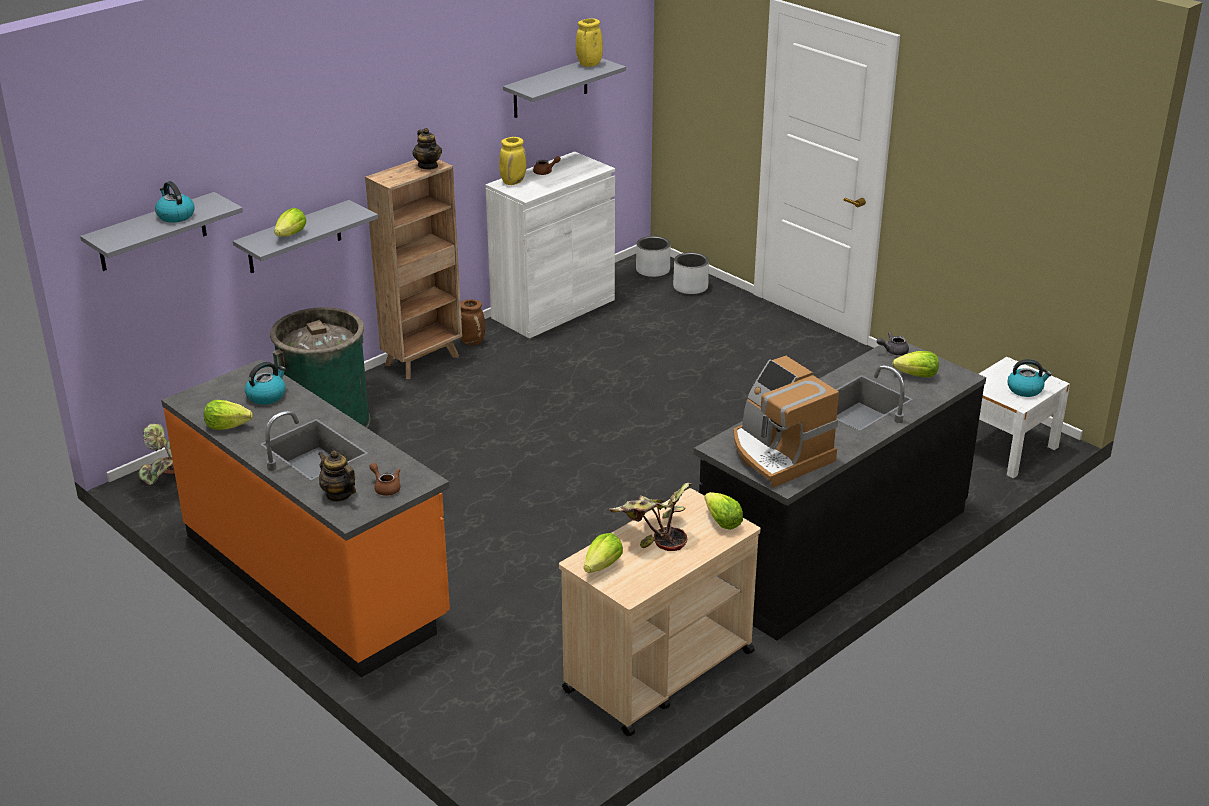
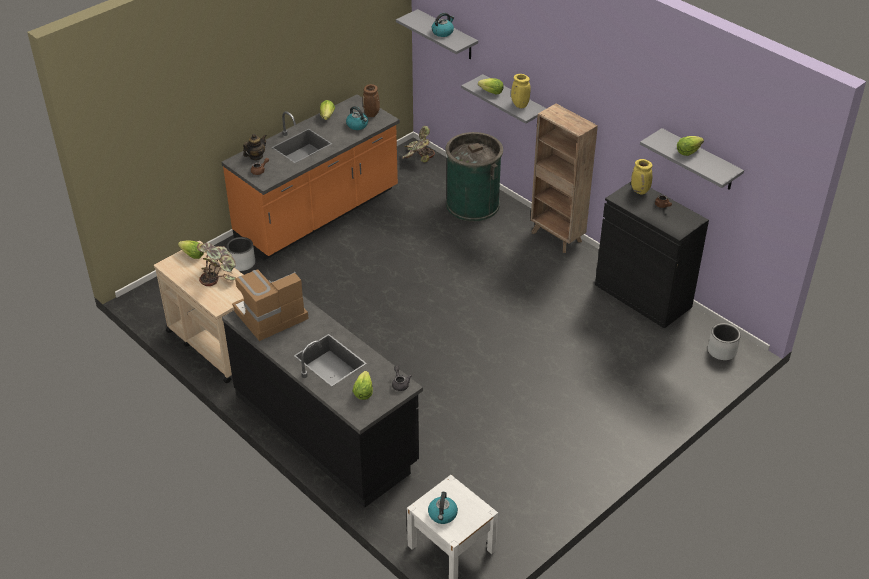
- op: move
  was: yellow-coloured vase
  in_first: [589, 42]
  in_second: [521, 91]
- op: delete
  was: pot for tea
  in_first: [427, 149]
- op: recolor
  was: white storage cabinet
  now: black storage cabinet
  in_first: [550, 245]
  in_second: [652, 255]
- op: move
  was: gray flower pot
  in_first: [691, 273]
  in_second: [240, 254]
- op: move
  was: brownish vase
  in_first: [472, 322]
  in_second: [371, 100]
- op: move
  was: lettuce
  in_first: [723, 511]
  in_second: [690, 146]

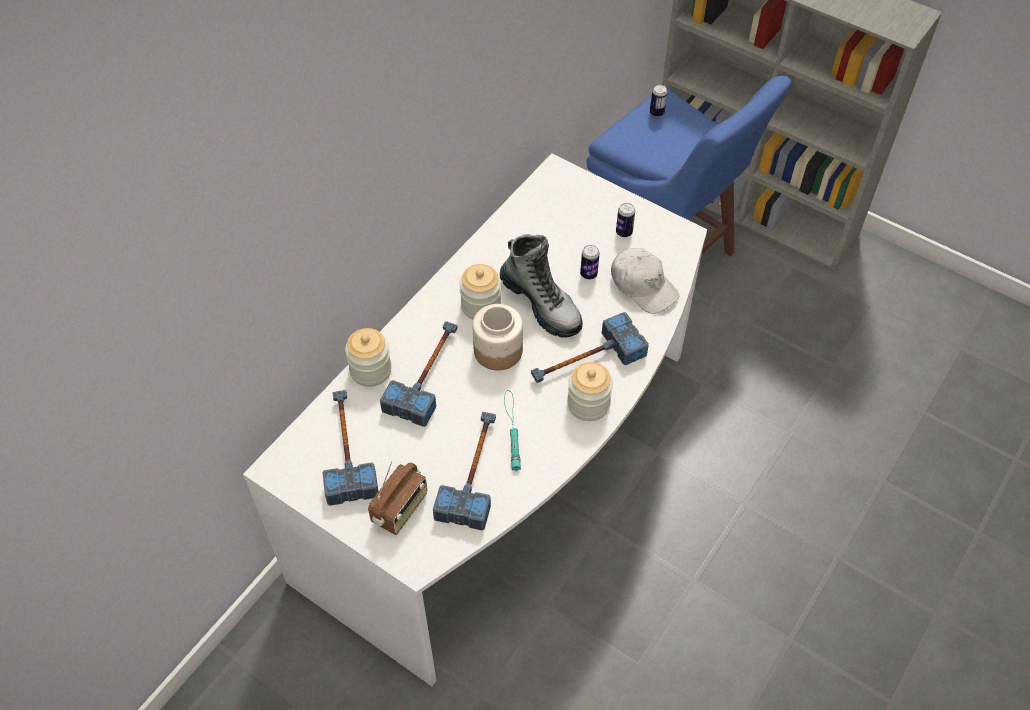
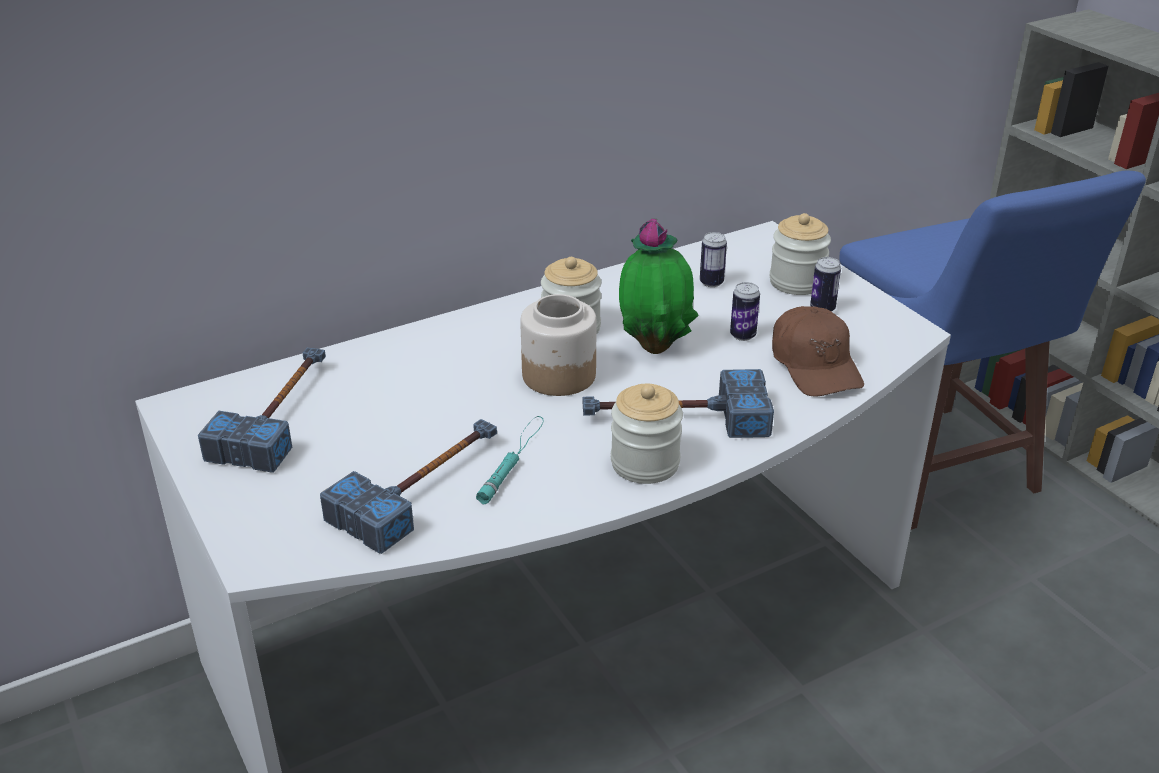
- op: move
  was: metal can
  in_first: [658, 100]
  in_second: [713, 259]
- op: replace
  was: tall boot
  now: houseplant
  in_first: [541, 286]
  in_second: [659, 286]
- op: recolor
  was: white baseball cap
  now: brownish baseball cap
  in_first: [645, 281]
  in_second: [818, 351]
- op: delete
  was: hand hammer
  in_first: [419, 374]
- op: move
  was: preserve jar
  in_first: [368, 357]
  in_second: [800, 254]
- op: delete
  was: radio set
  in_first: [397, 498]

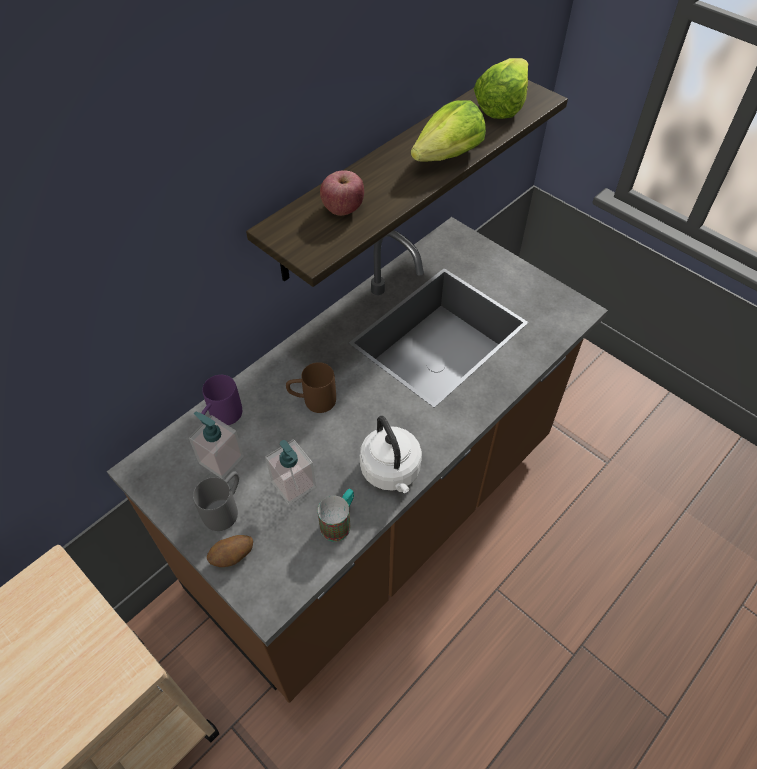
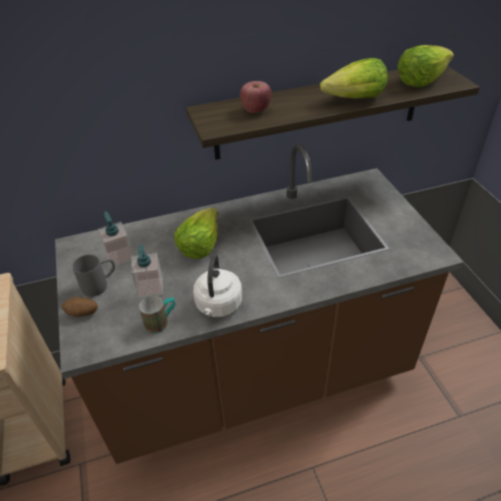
- op: replace
  was: brownish tea mug
  now: lettuce
  in_first: [311, 387]
  in_second: [196, 233]
- op: delete
  was: purple-coloured tea mug
  in_first: [221, 400]

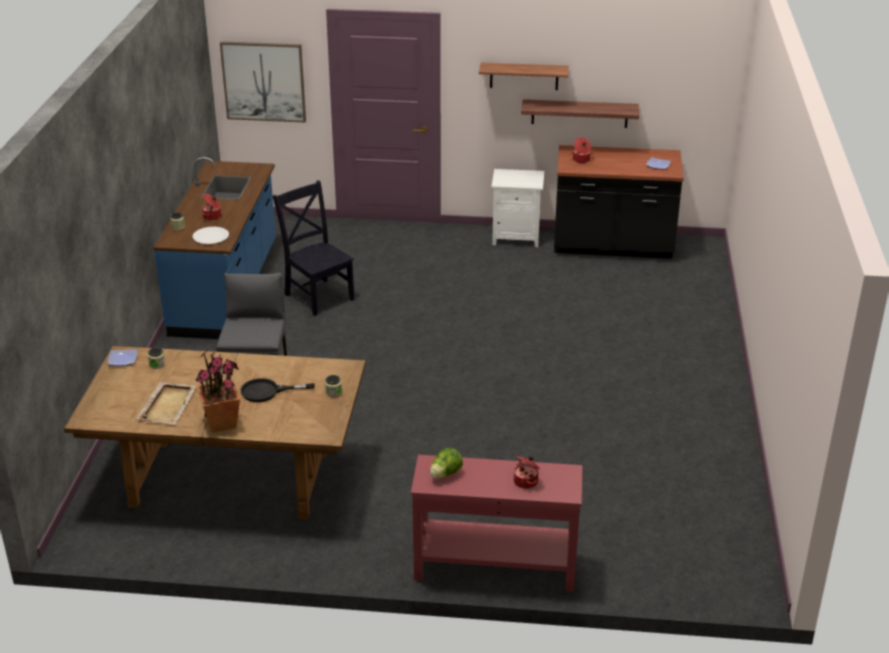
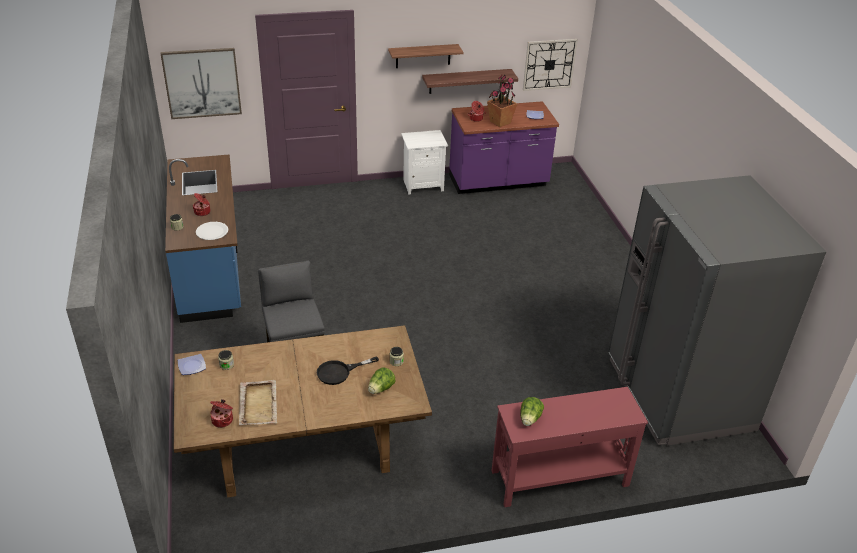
- op: recolor
  was: black counter
  now: purple-coloured counter
  in_first: [619, 202]
  in_second: [504, 147]
- op: delete
  was: black chair
  in_first: [314, 248]
- op: move
  was: houseplant
  in_first: [217, 391]
  in_second: [502, 101]
- op: move
  was: cooking pot
  in_first: [527, 472]
  in_second: [221, 413]
- op: insert
  now: hanging clock
  in_second: [550, 65]
- op: insert
  now: gray refrigerator
  in_second: [717, 310]
- op: insert
  now: lettuce
  in_second: [381, 381]

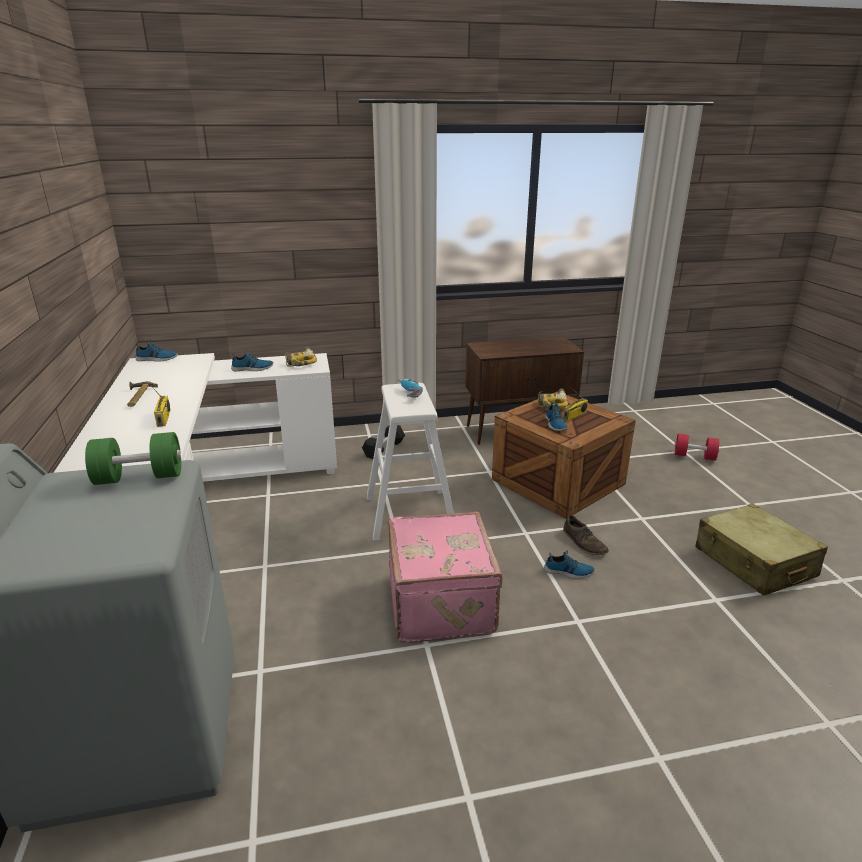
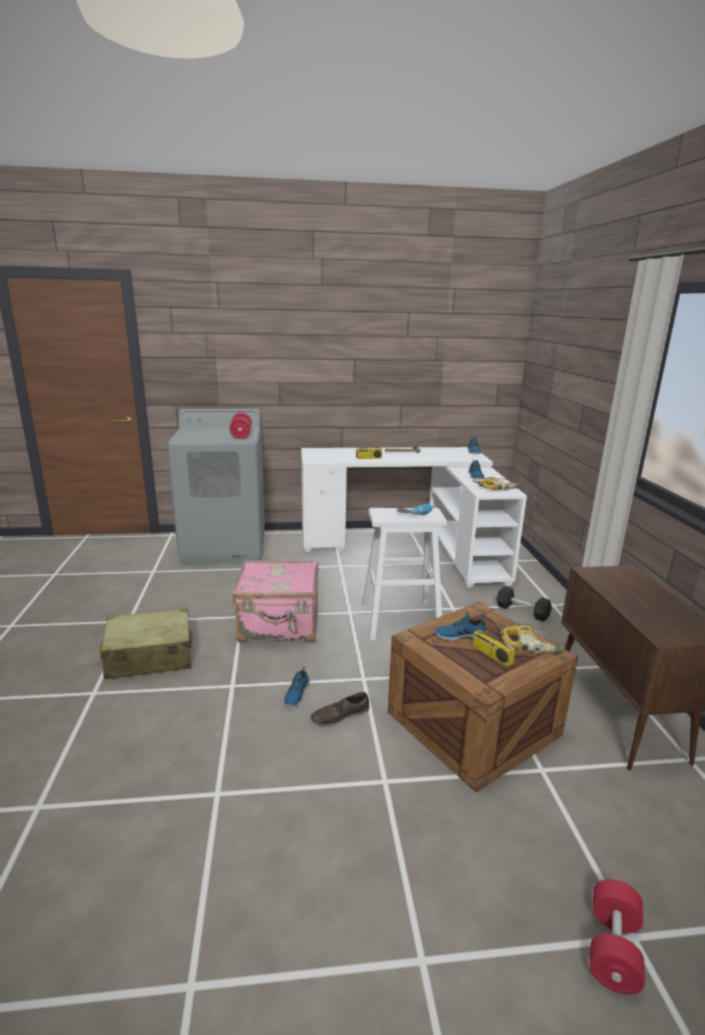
- op: recolor
  was: greenish dumbbell
  now: reddish dumbbell
  in_first: [133, 458]
  in_second: [241, 425]
- op: move
  was: sand-coloured travel case
  in_first: [762, 550]
  in_second: [146, 643]

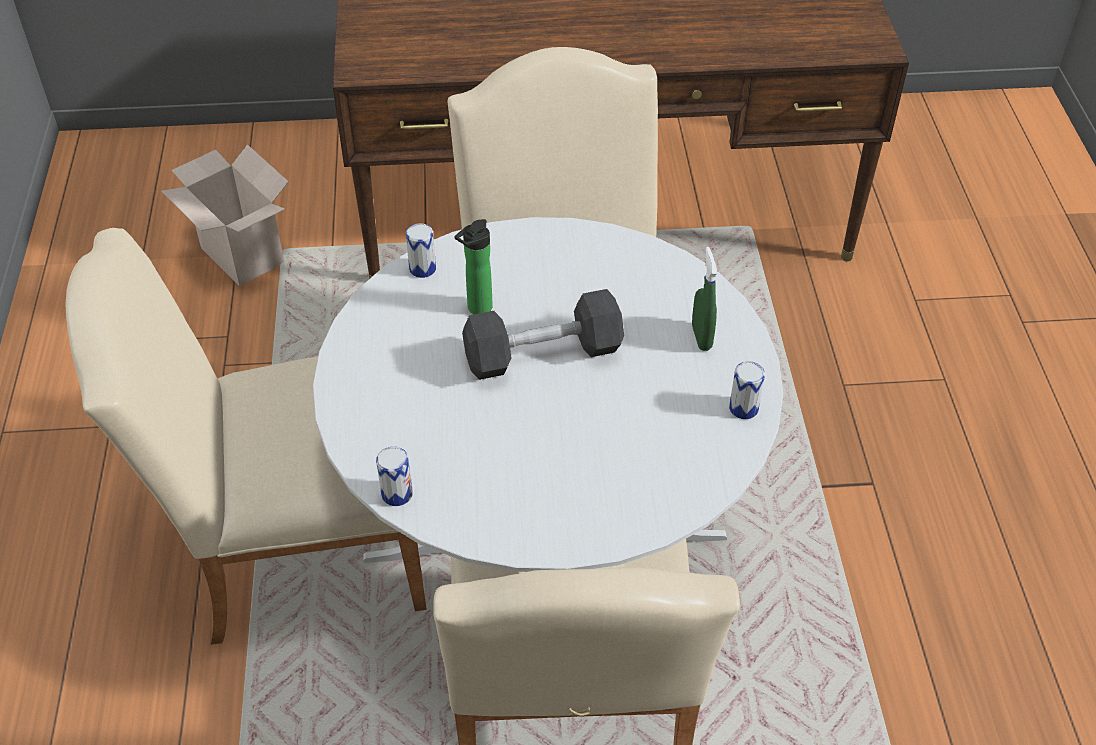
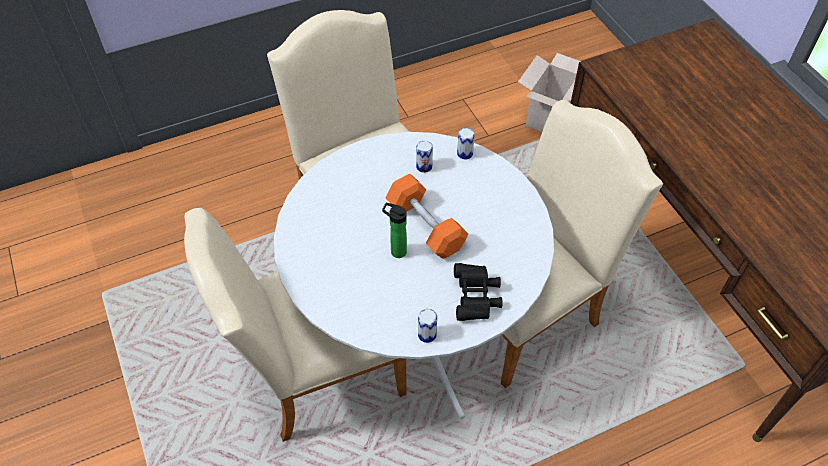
- op: move
  was: drink bottle
  in_first: [473, 266]
  in_second: [394, 230]
- op: replace
  was: greenish hand sprayer
  now: black field glasses
  in_first: [705, 299]
  in_second: [478, 292]
- op: recolor
  was: gray dumbbell
  now: orangey dumbbell
  in_first: [543, 334]
  in_second: [427, 216]
- op: move
  was: metal can
  in_first: [394, 476]
  in_second: [424, 157]

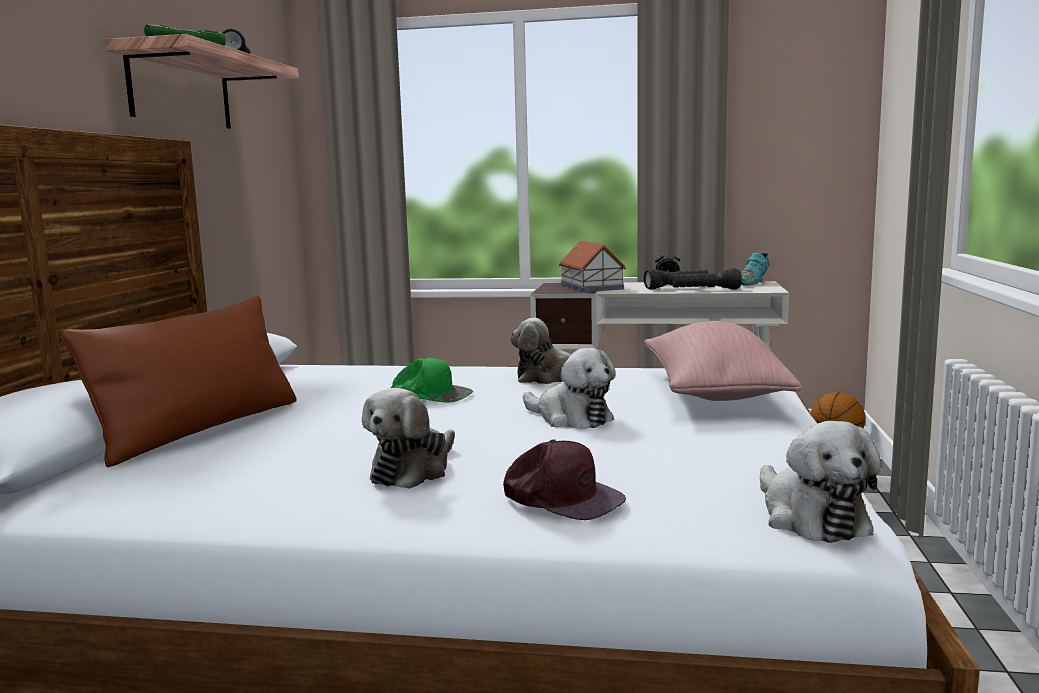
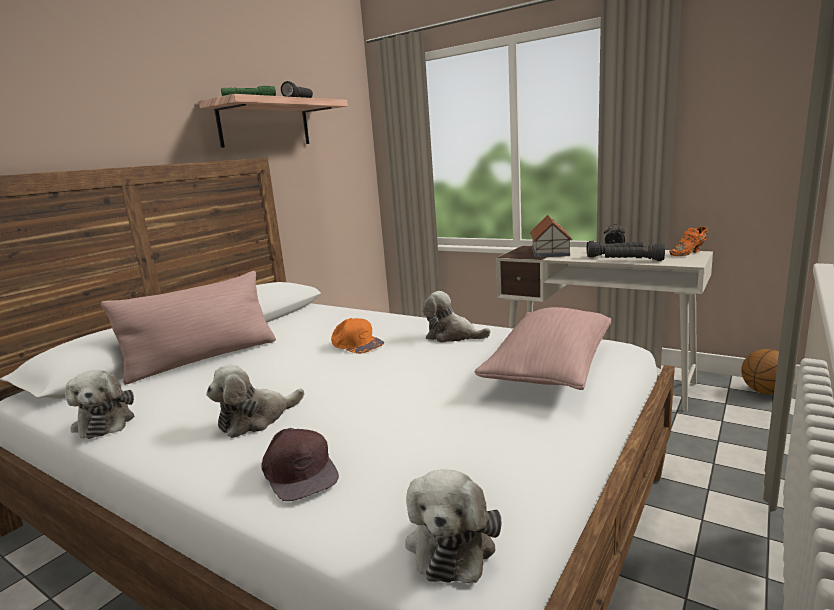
- op: recolor
  was: blue-green low shoe
  now: orangey low shoe
  in_first: [755, 268]
  in_second: [688, 241]
- op: recolor
  was: brownish cushion
  now: pinkish cushion
  in_first: [179, 381]
  in_second: [188, 328]
- op: move
  was: soft toy
  in_first: [569, 388]
  in_second: [100, 404]
- op: recolor
  was: greenish baseball cap
  now: orangey baseball cap
  in_first: [432, 379]
  in_second: [357, 336]

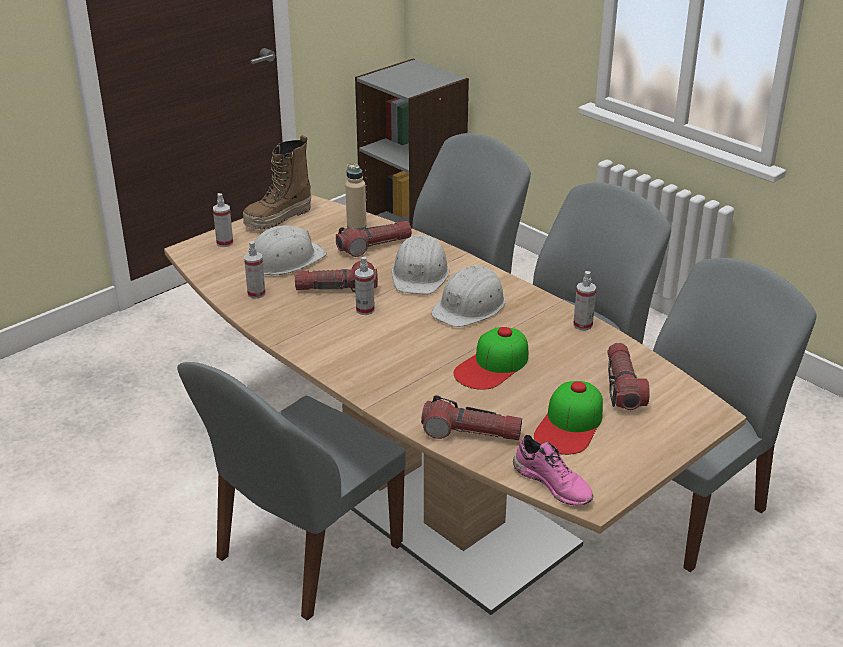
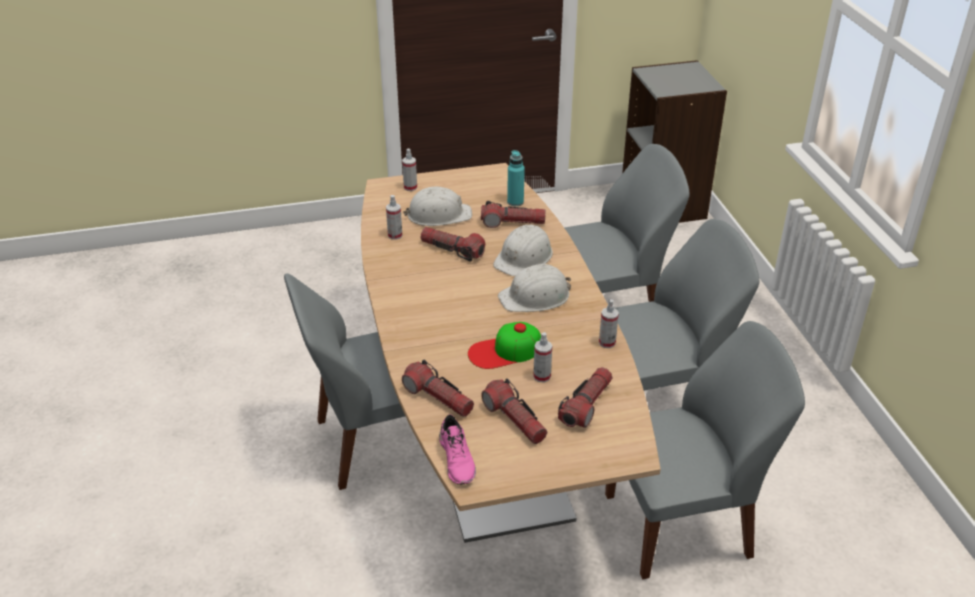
- op: delete
  was: tall boot
  in_first: [277, 182]
- op: recolor
  was: sand-coloured drink bottle
  now: blue-green drink bottle
  in_first: [356, 196]
  in_second: [516, 178]
- op: move
  was: hand sprayer
  in_first: [365, 286]
  in_second: [542, 357]
- op: replace
  was: baseball cap
  now: hand torch
  in_first: [568, 418]
  in_second: [514, 411]

